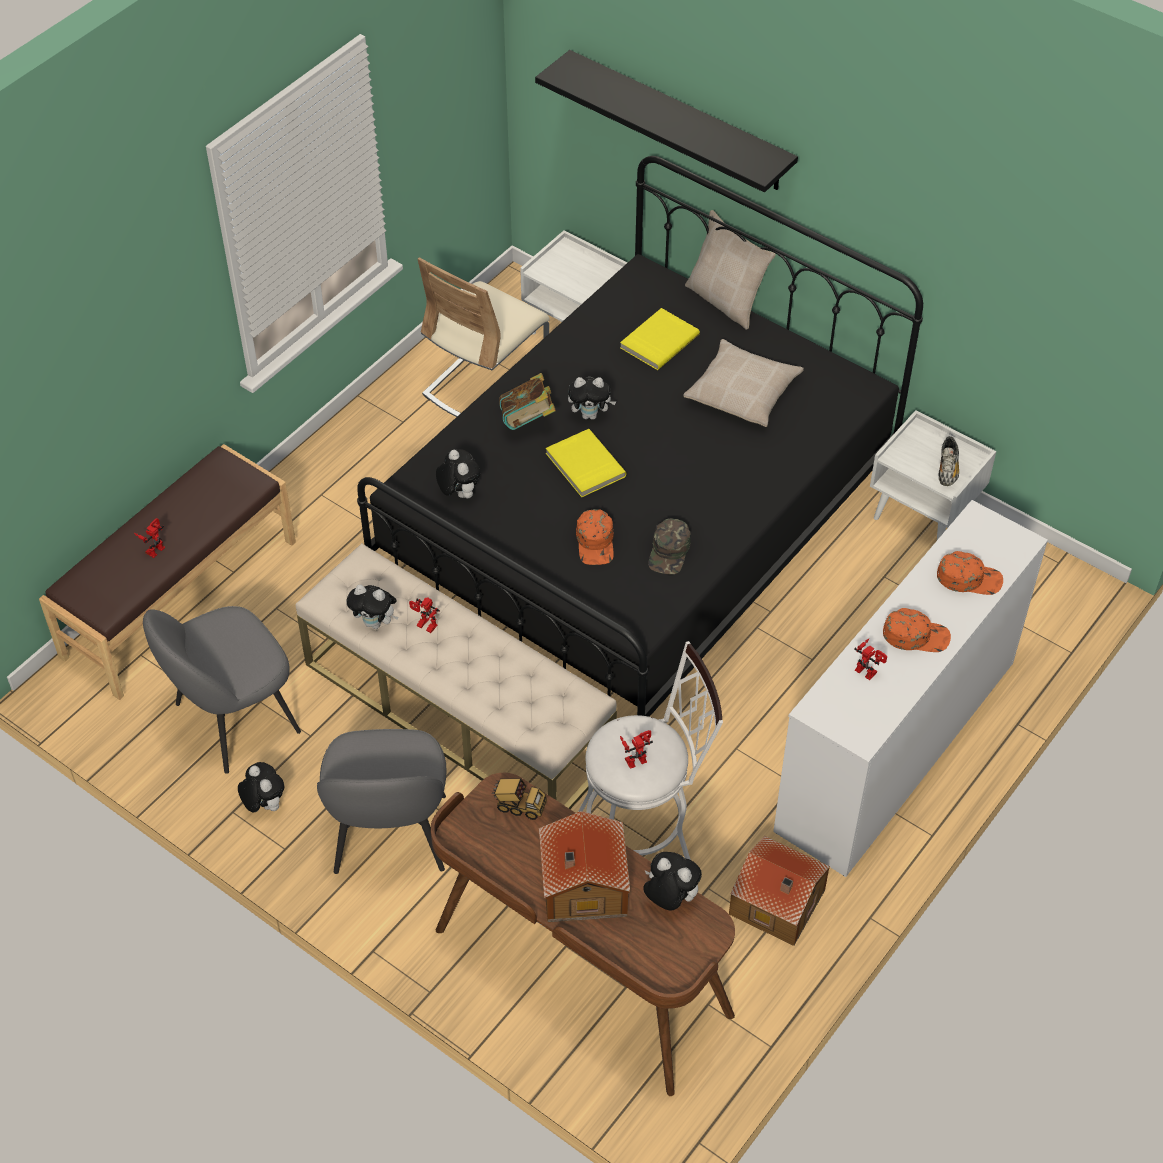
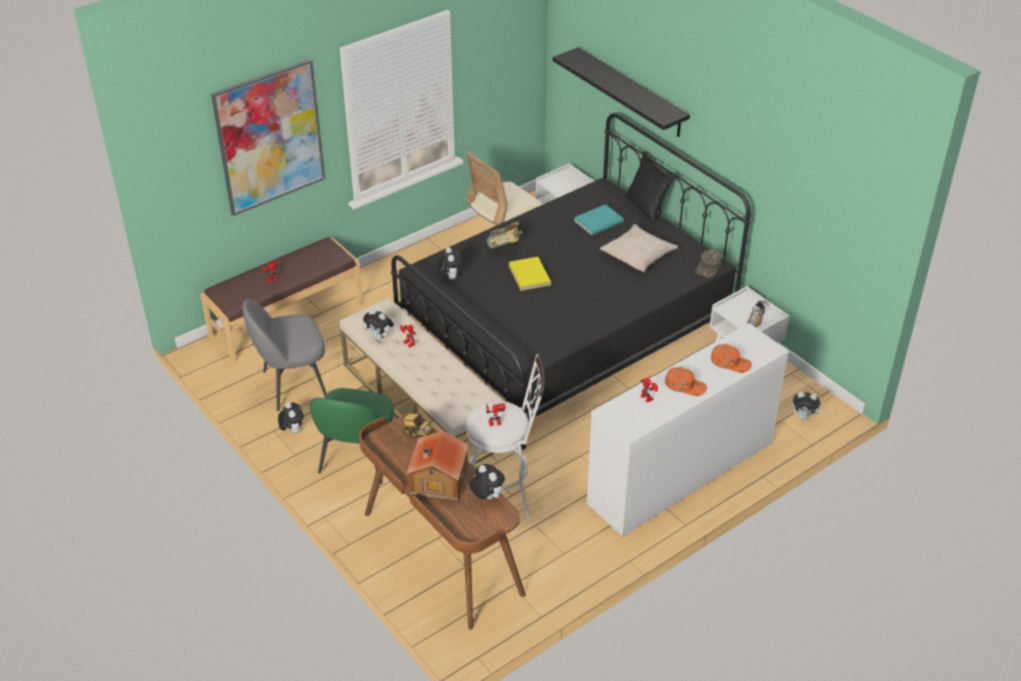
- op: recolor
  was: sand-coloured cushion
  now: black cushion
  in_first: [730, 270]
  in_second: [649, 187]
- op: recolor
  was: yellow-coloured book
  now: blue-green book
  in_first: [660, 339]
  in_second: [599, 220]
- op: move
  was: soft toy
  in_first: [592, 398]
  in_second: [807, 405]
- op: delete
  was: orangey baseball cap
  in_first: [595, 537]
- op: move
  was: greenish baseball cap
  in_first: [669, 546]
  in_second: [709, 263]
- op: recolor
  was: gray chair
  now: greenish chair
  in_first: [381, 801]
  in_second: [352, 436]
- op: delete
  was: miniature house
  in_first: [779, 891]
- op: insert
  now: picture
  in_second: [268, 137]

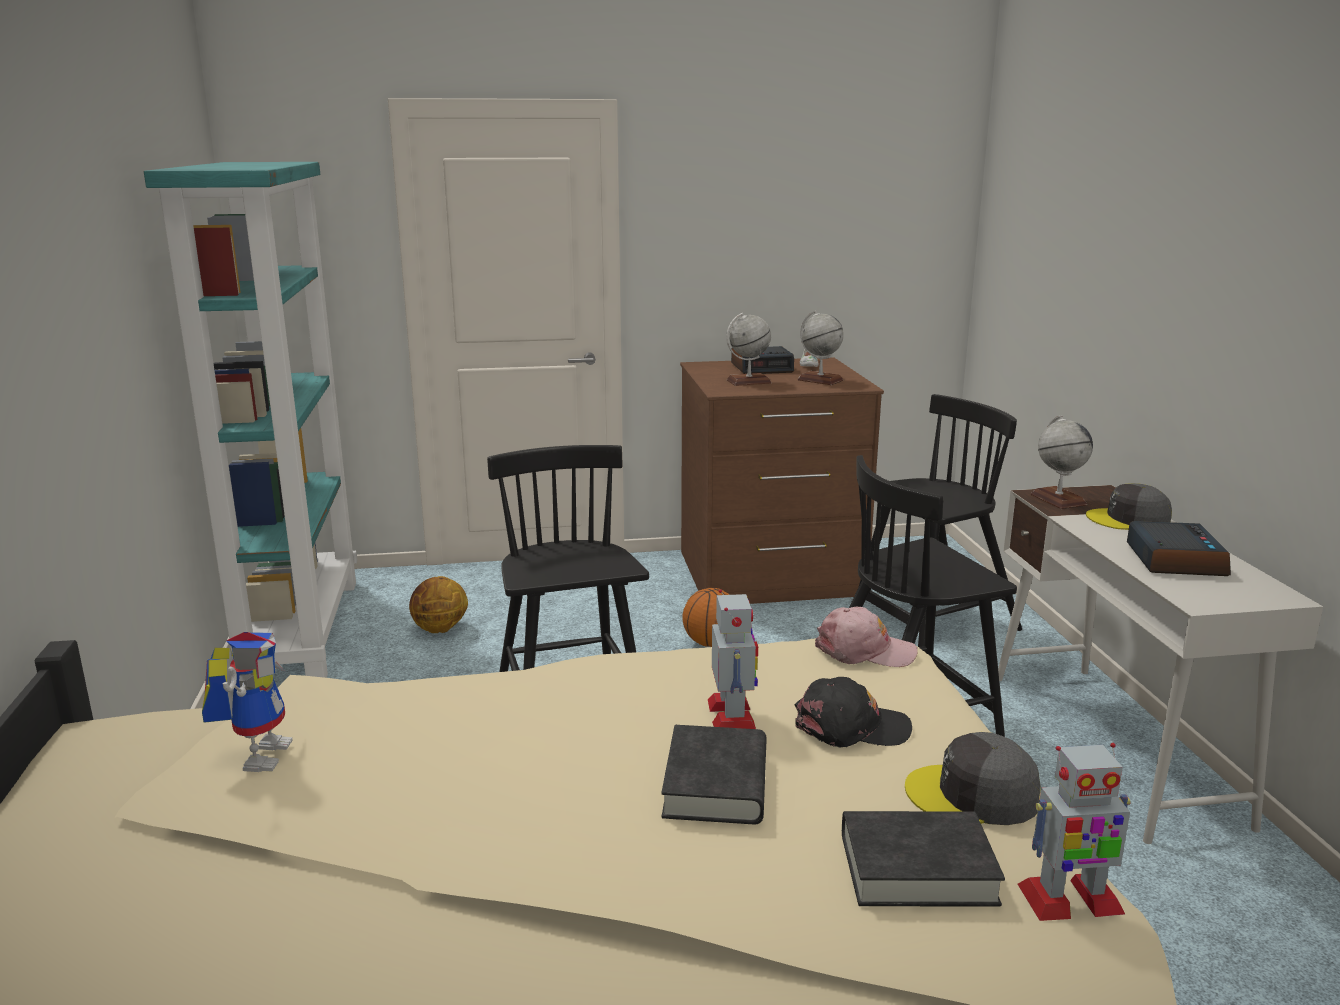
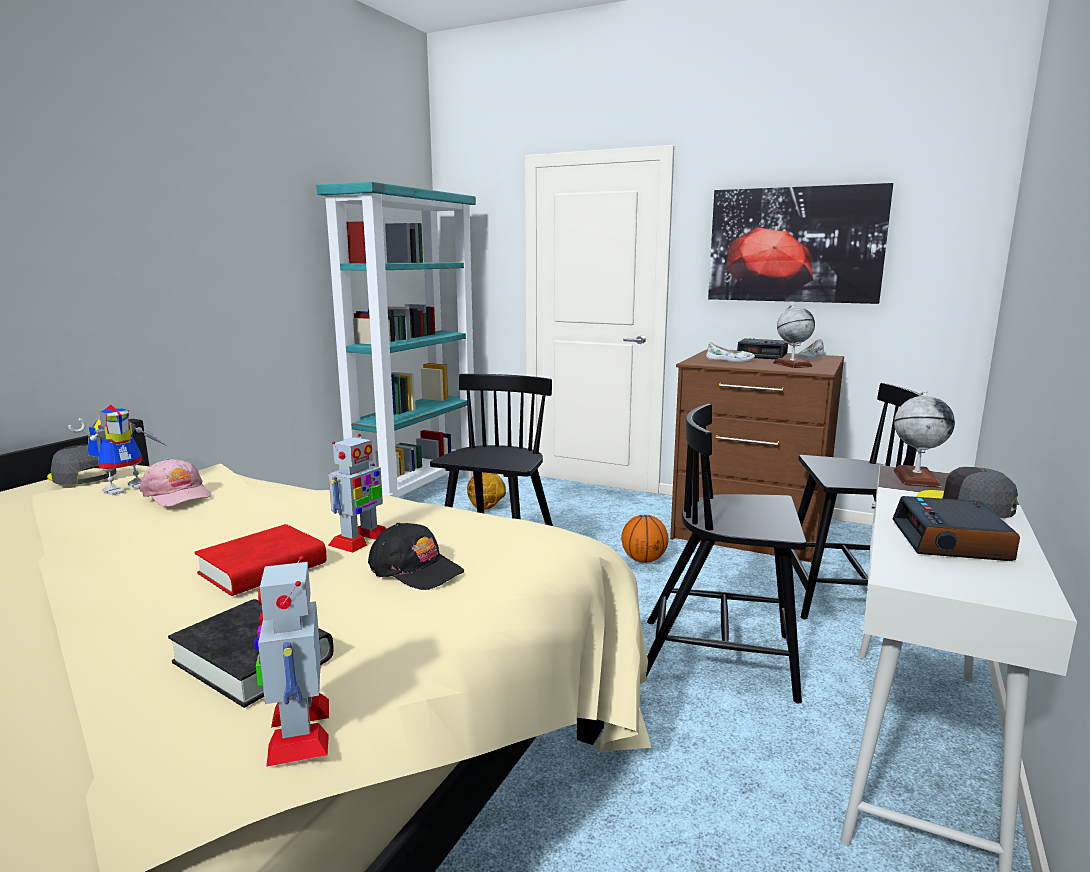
- op: replace
  was: world globe
  now: white low shoe
  in_first: [748, 349]
  in_second: [730, 352]
- op: rotate
  was: table clock
  in_first: [1179, 548]
  in_second: [956, 528]
  clockwise: 150
- op: move
  was: pinkish baseball cap
  in_first: [866, 637]
  in_second: [176, 482]
- op: recolor
  was: black book
  now: reddish book
  in_first: [714, 774]
  in_second: [260, 560]
- op: move
  was: gray baseball cap
  in_first: [973, 778]
  in_second: [81, 464]
- op: rotate
  was: model robot
  in_first: [1074, 832]
  in_second: [291, 661]
  clockwise: 45
- op: insert
  now: picture
  in_second: [800, 243]

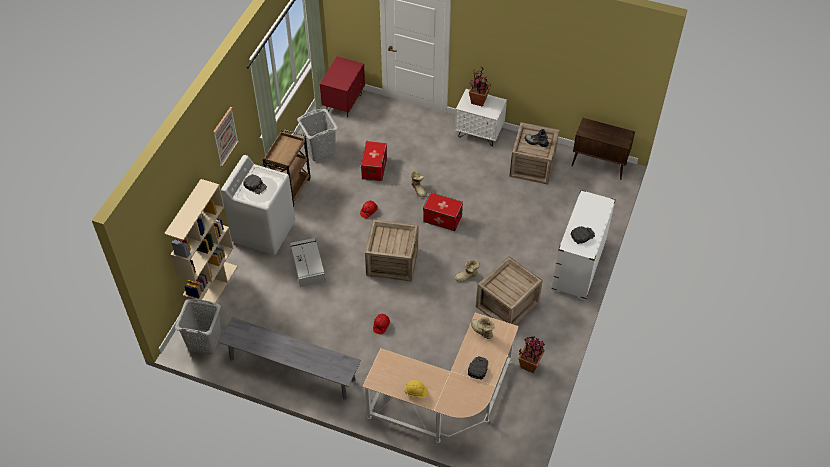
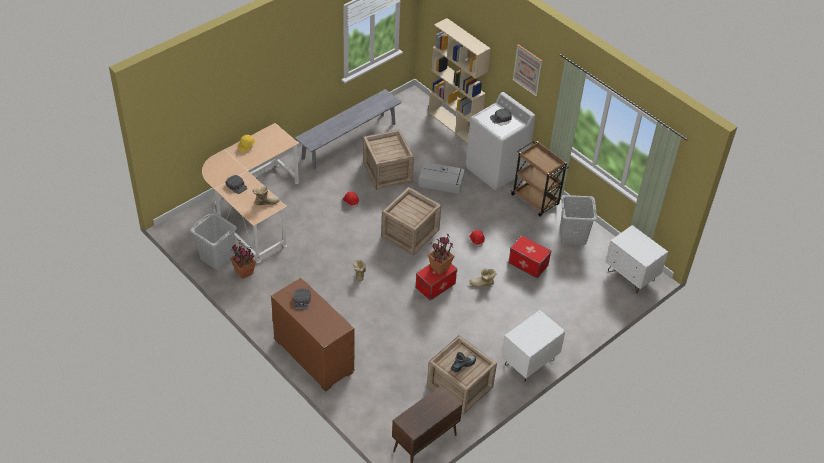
- op: recolor
  was: reddish bedside table
  now: white bedside table
  in_first: [342, 86]
  in_second: [636, 259]
- op: move
  was: houseplant
  in_first: [480, 87]
  in_second: [441, 254]
- op: recolor
  was: white drawer chest
  now: brownish drawer chest
  in_first: [583, 245]
  in_second: [313, 334]
- op: move
  was: crate
  in_first: [509, 290]
  in_second: [388, 159]
- op: move
  was: gray laundry basket
  in_first: [198, 327]
  in_second: [213, 241]

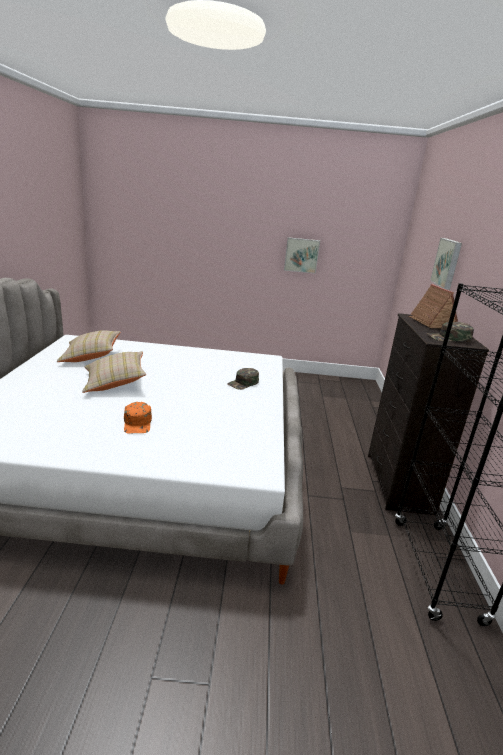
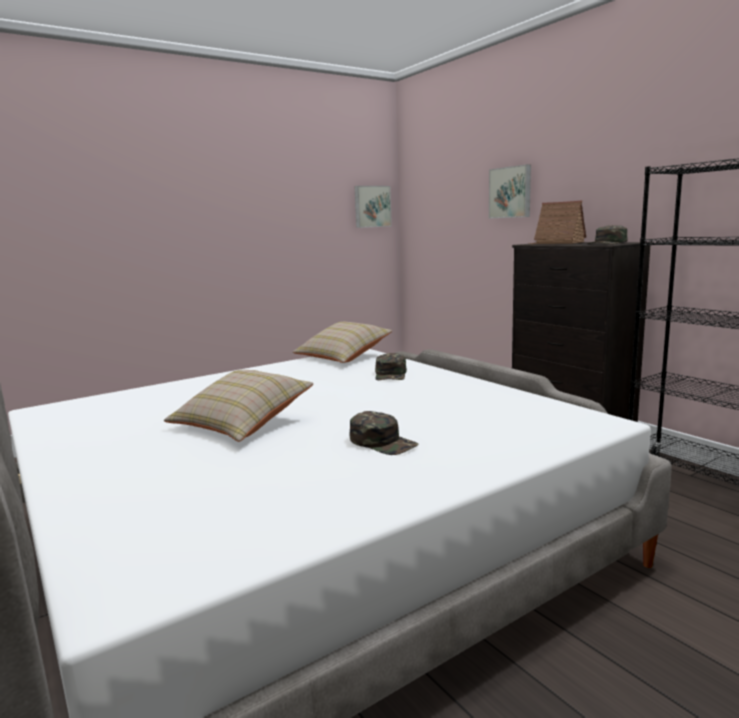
- op: move
  was: picture
  in_first: [302, 255]
  in_second: [373, 207]
- op: move
  was: sand-coloured cushion
  in_first: [89, 346]
  in_second: [342, 342]
- op: recolor
  was: orangey baseball cap
  now: greenish baseball cap
  in_first: [138, 417]
  in_second: [384, 433]

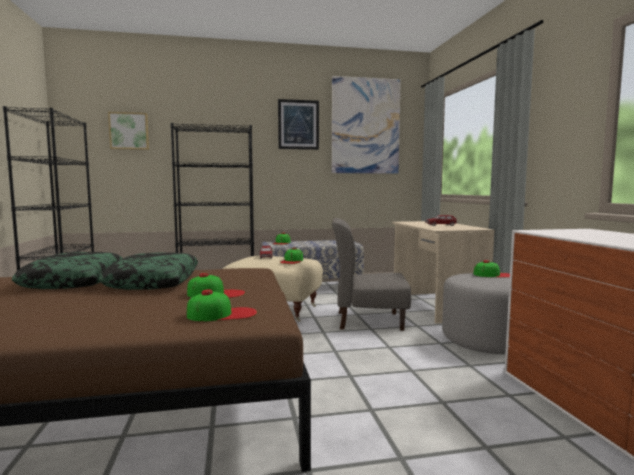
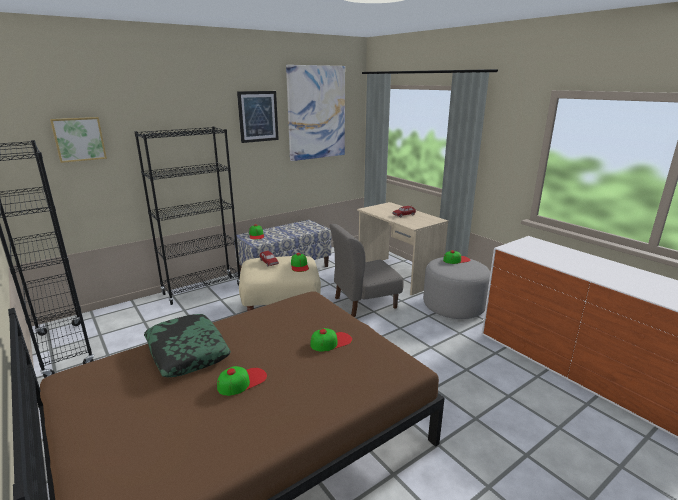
- op: delete
  was: cushion
  in_first: [148, 271]
- op: move
  was: baseball cap
  in_first: [222, 305]
  in_second: [242, 381]

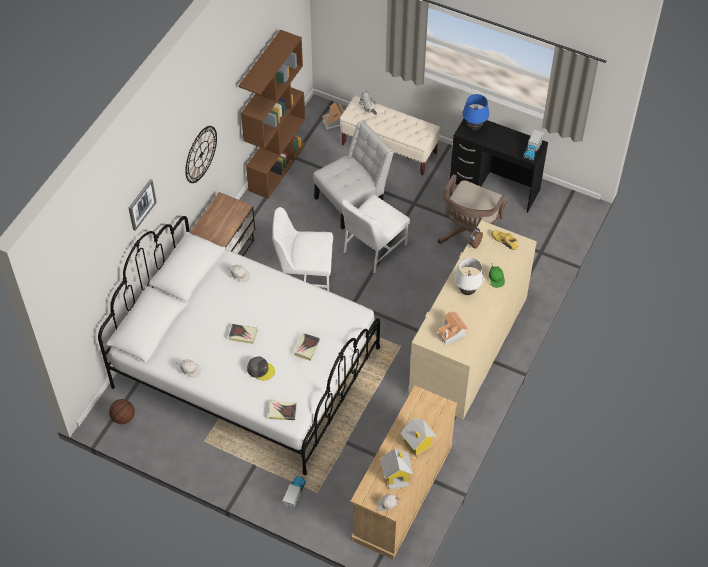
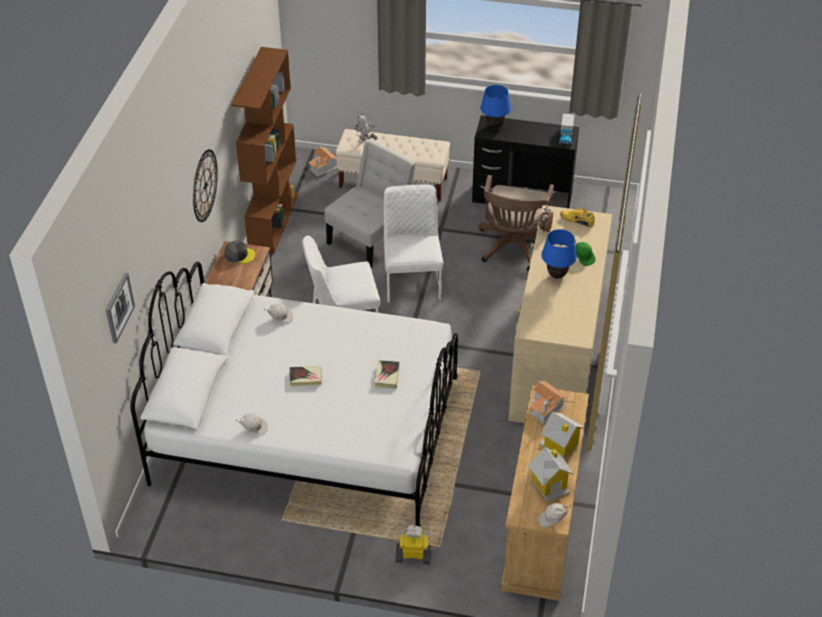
- op: move
  was: picture
  in_first: [143, 205]
  in_second: [120, 308]
- op: rotate
  was: white chair
  in_first: [376, 234]
  in_second: [413, 243]
  clockwise: 150
- op: recolor
  was: white tabletop lamp
  now: bluish tabletop lamp
  in_first: [469, 276]
  in_second: [559, 254]
- op: move
  was: miniature house
  in_first: [452, 328]
  in_second: [548, 402]
- op: move
  was: gray baseball cap
  in_first: [261, 368]
  in_second: [240, 252]
- op: delete
  was: ball for basketball
  in_first: [122, 411]
- op: delete
  was: book
  in_first: [282, 410]
- op: replace
  was: toy lorry
  now: model robot
  in_first: [294, 492]
  in_second: [413, 545]

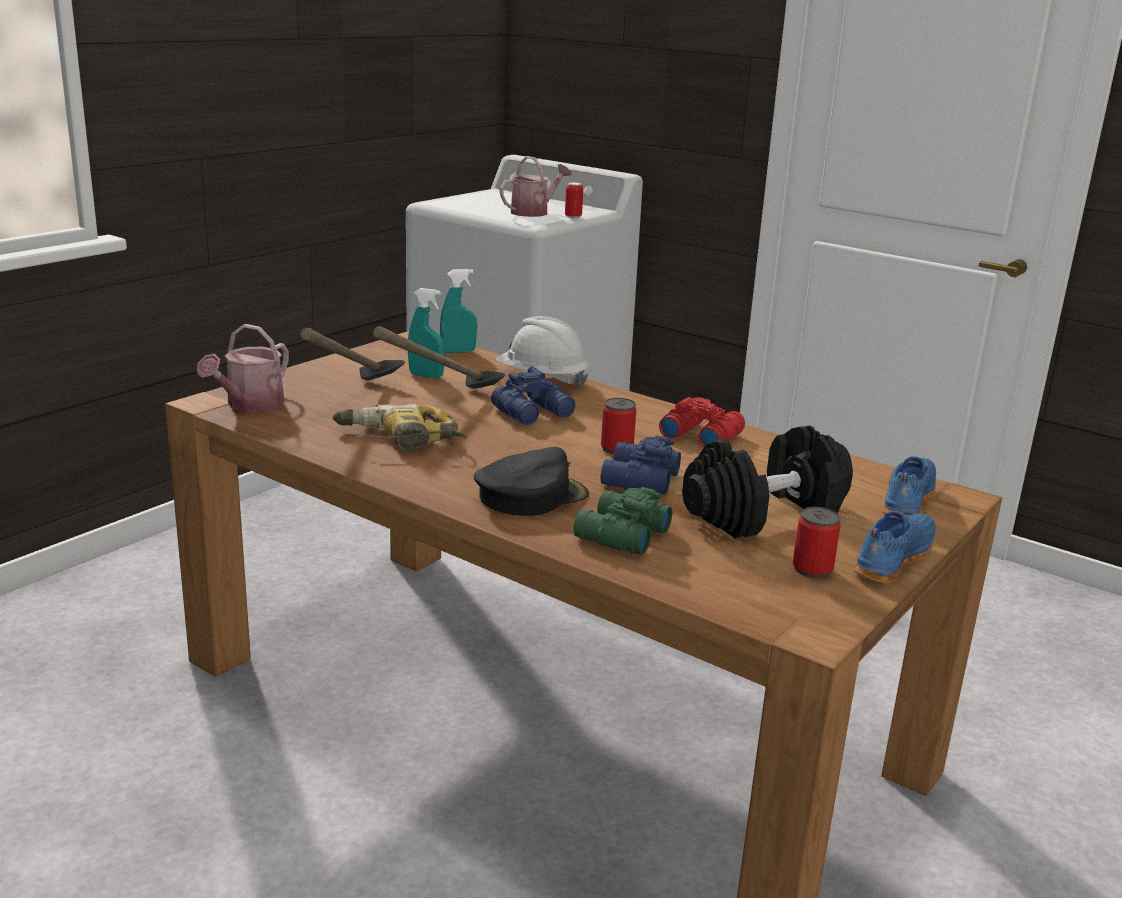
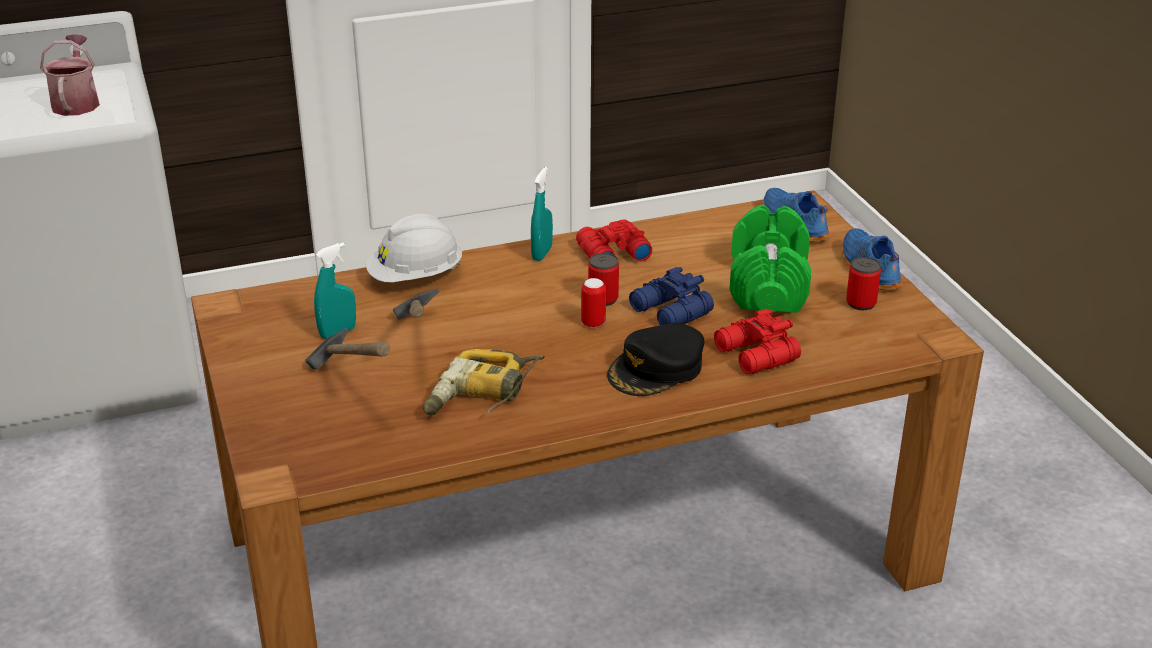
- op: move
  was: metal can
  in_first: [574, 200]
  in_second: [593, 303]
- op: move
  was: blue-green hand sprayer
  in_first: [458, 311]
  in_second: [542, 214]
- op: delete
  was: watering can
  in_first: [243, 368]
- op: delete
  was: bluish field glasses
  in_first: [533, 396]
- op: recolor
  was: black dumbbell
  now: greenish dumbbell
  in_first: [767, 482]
  in_second: [770, 259]
- op: rotate
  was: black baseball cap
  in_first: [531, 481]
  in_second: [655, 359]
  clockwise: -135
- op: recolor
  was: greenish field glasses
  now: reddish field glasses
  in_first: [622, 521]
  in_second: [757, 341]

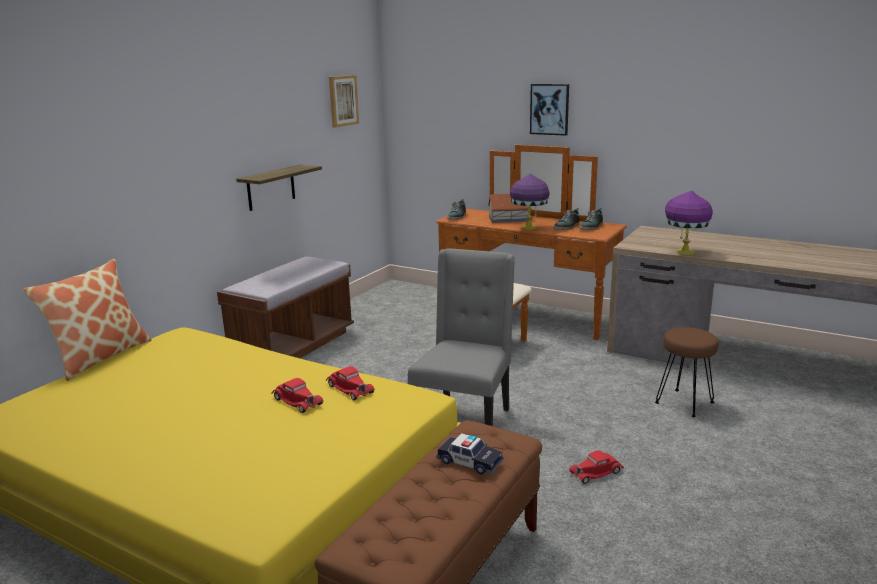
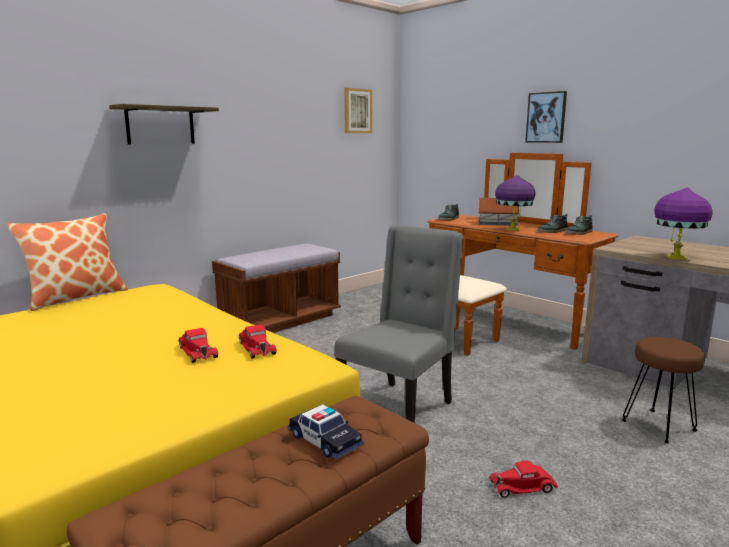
- op: move
  was: wall shelf
  in_first: [279, 188]
  in_second: [164, 124]

